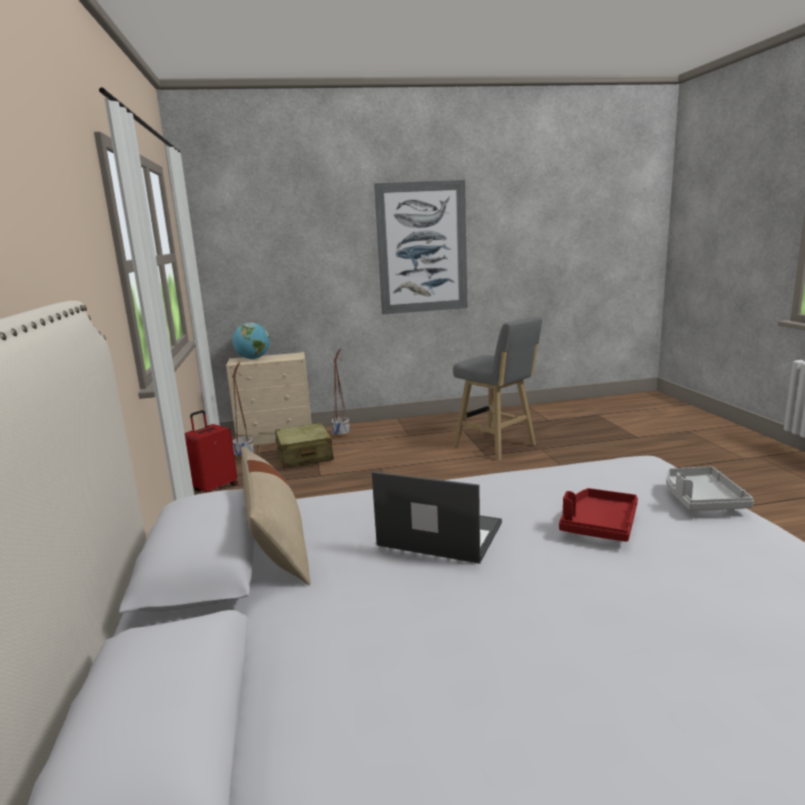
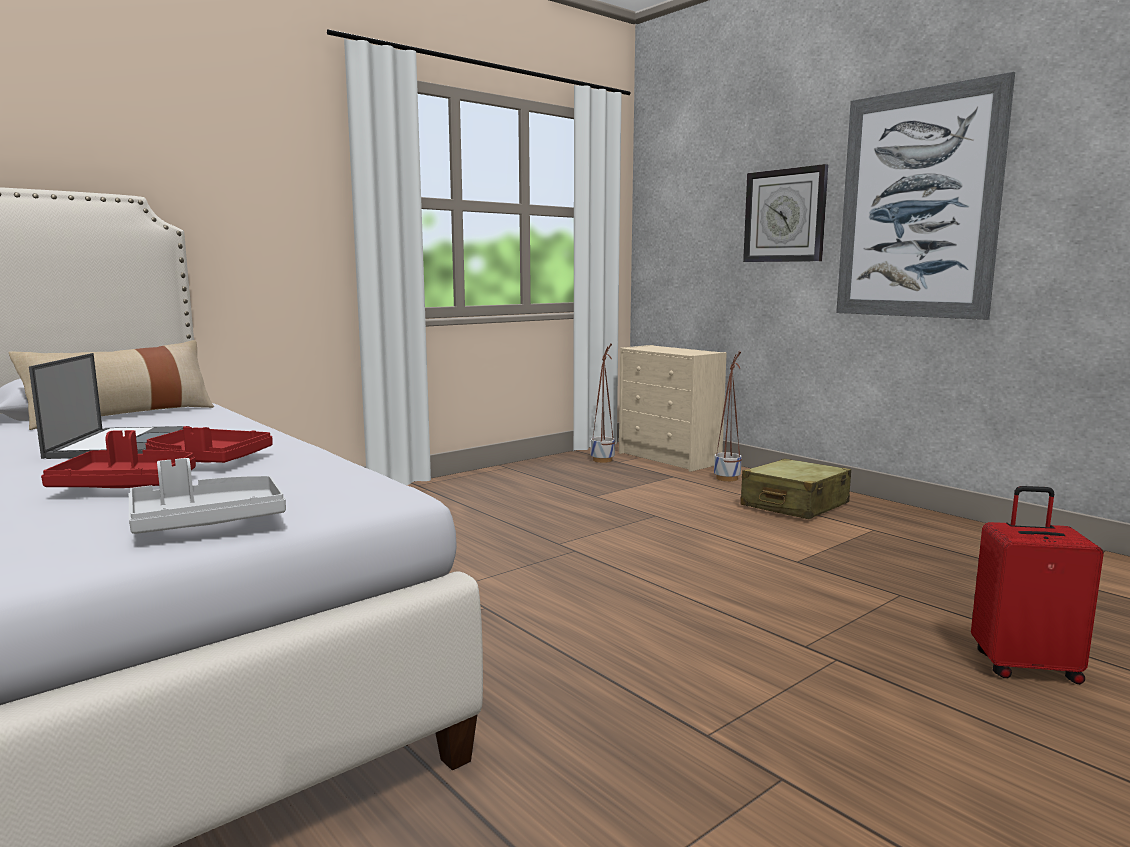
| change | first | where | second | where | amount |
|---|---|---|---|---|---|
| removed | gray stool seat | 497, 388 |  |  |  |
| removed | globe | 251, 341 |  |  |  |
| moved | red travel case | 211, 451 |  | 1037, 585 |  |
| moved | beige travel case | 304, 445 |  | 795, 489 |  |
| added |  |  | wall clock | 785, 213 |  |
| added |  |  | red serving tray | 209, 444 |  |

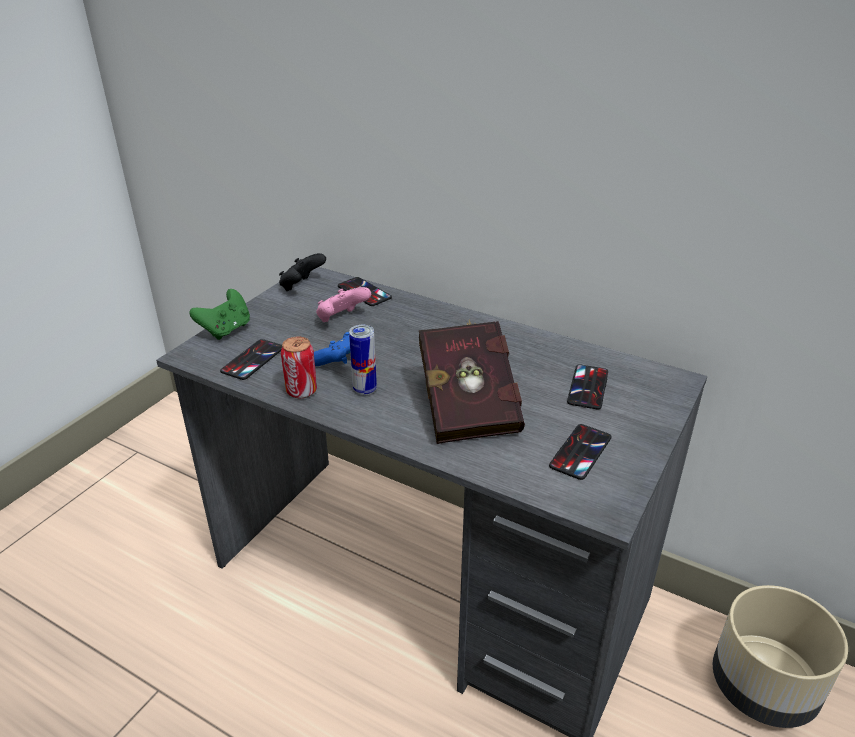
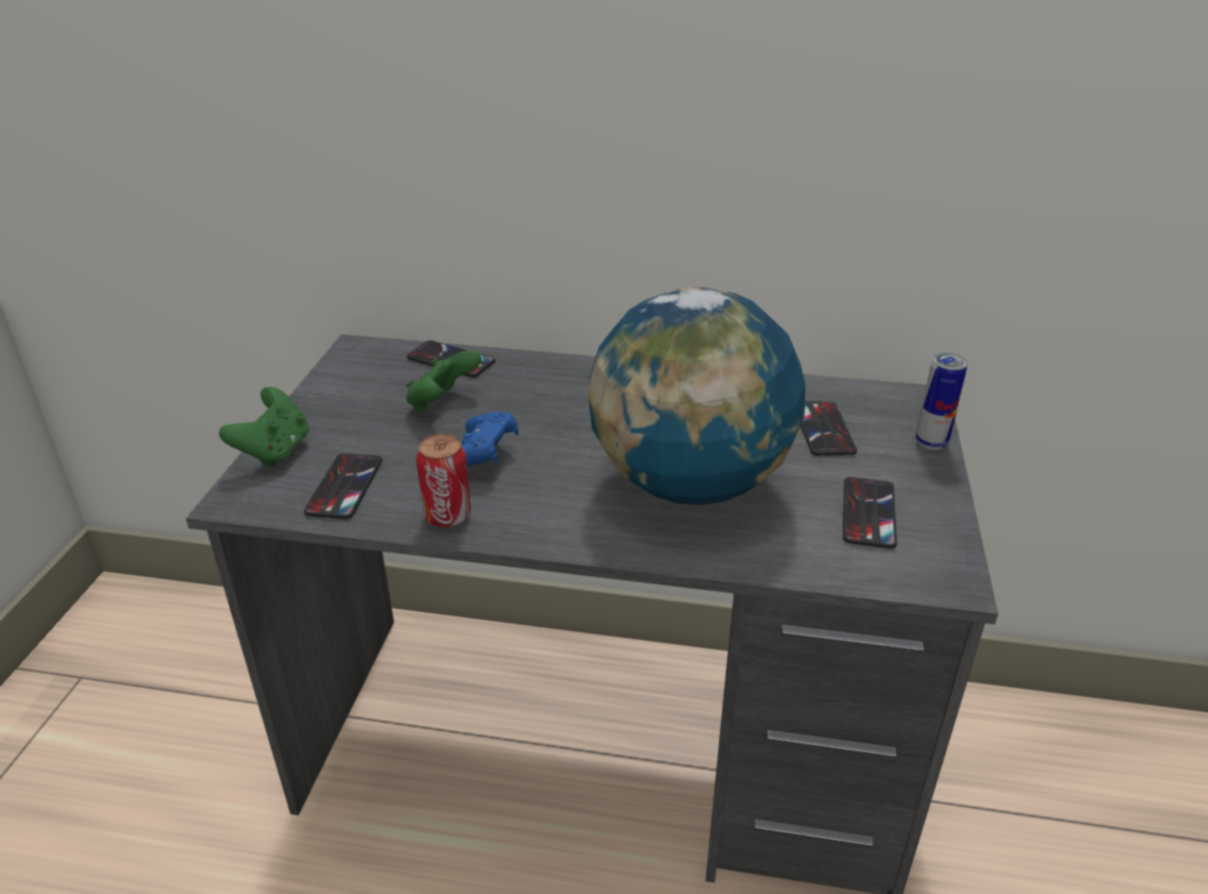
| change | first | where | second | where | amount |
|---|---|---|---|---|---|
| removed | black-coloured game controller | 302, 272 |  |  |  |
| recoloured | pink game controller | 343, 304 | green-coloured game controller | 443, 381 |  |
| replaced | red volume | 472, 381 | globe | 696, 396 |  |
| moved | sealed can | 363, 360 |  | 942, 401 |  |
| removed | beige planter | 780, 656 |  |  |  |

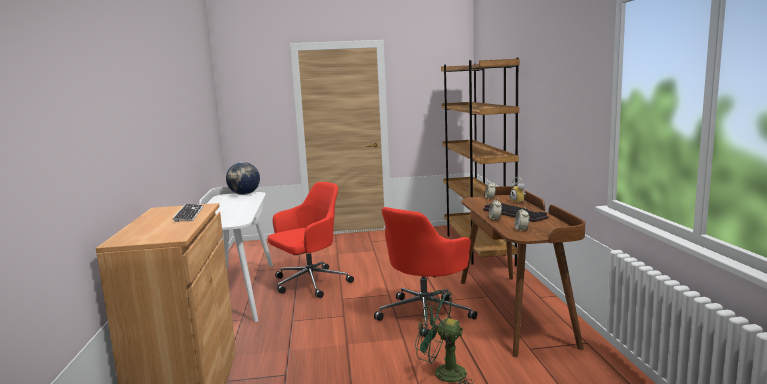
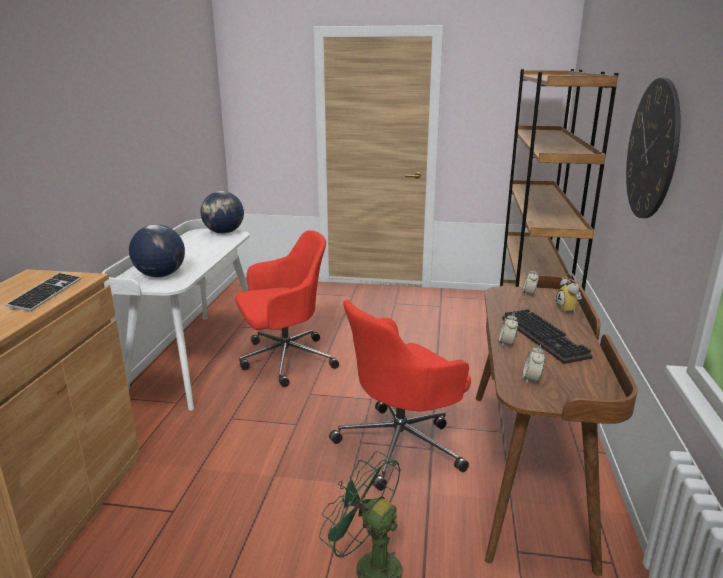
| change | first | where | second | where | amount |
|---|---|---|---|---|---|
| added |  |  | wall clock | 653, 148 |  |
| added |  |  | globe | 157, 250 |  |

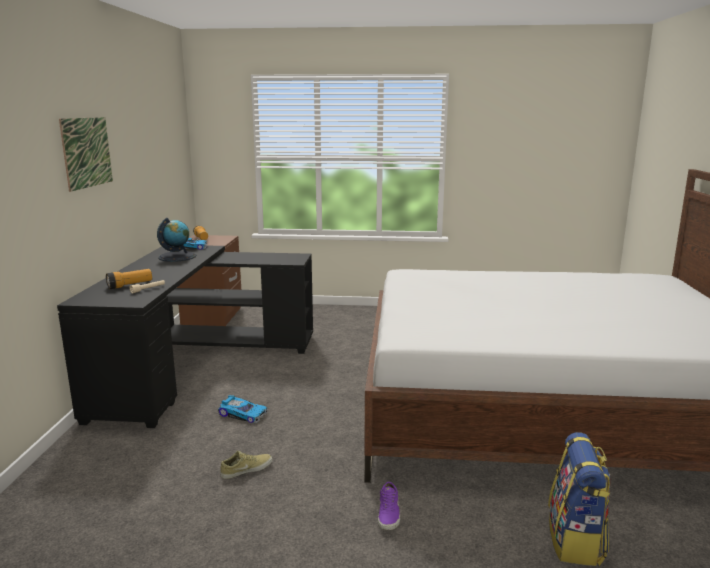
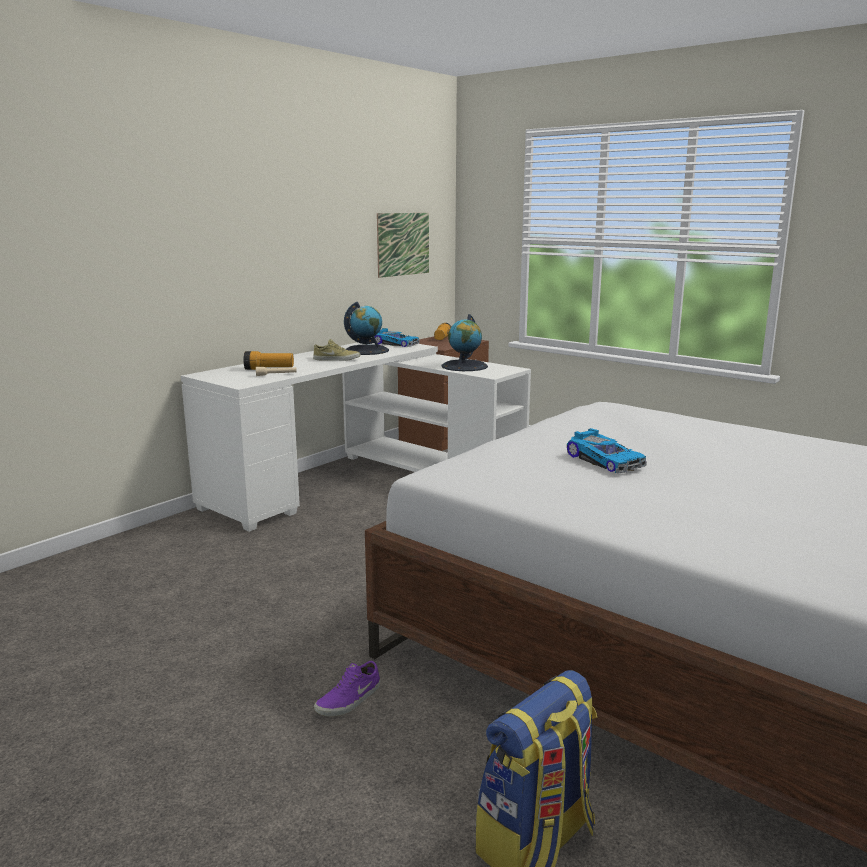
| change | first | where | second | where | amount |
|---|---|---|---|---|---|
| moved | wall art | 86, 154 |  | 403, 245 |  |
| recoloured | black-coloured desk | 185, 337 | white desk | 356, 437 |  |
| moved | toy car | 243, 409 |  | 607, 451 |  |
| moved | beige low shoe | 246, 465 |  | 337, 350 |  |
| added |  |  | globe | 465, 342 |  |

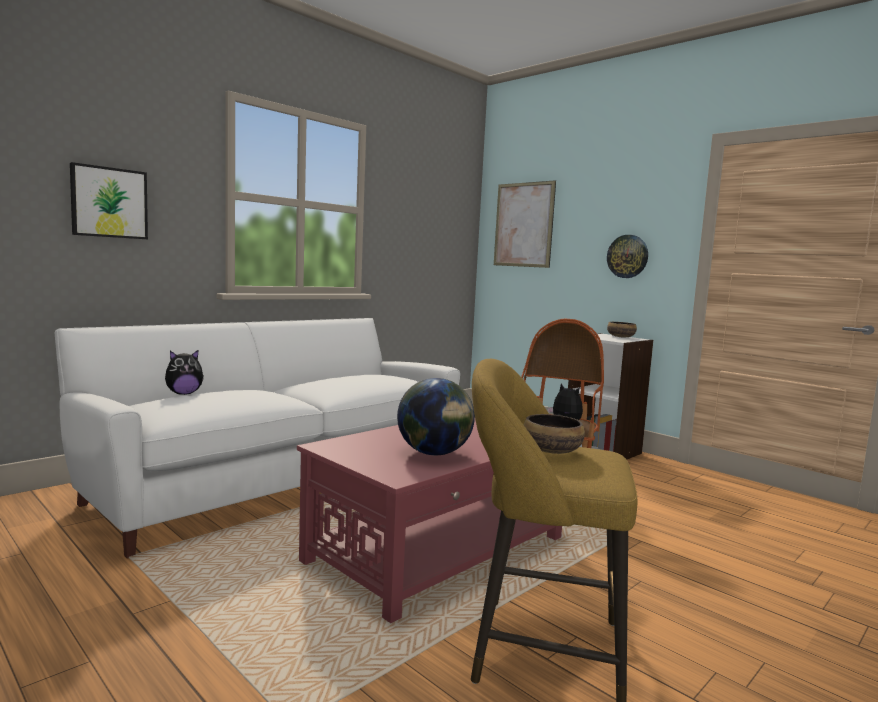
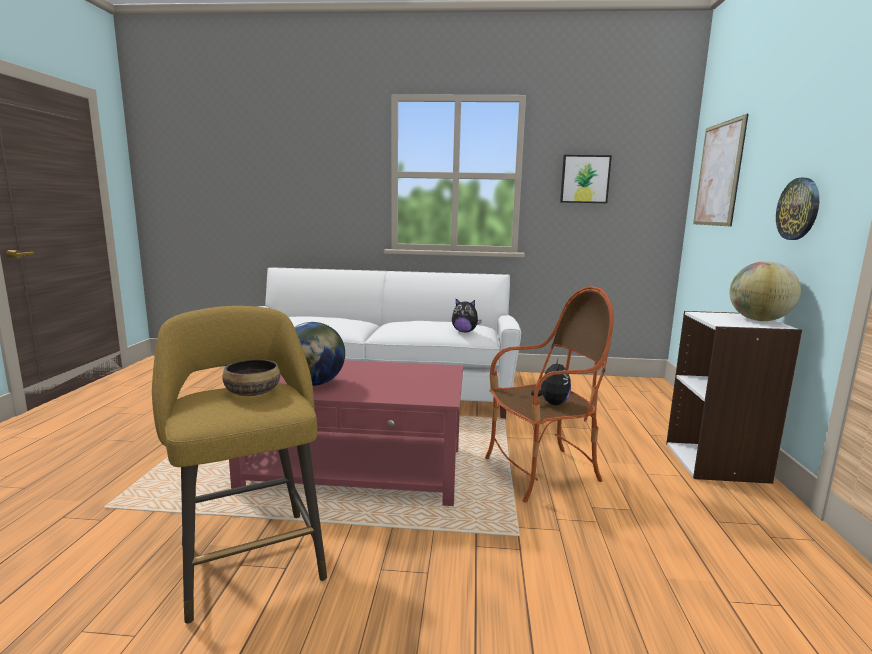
| change | first | where | second | where | amount |
|---|---|---|---|---|---|
| moved | wall art | 109, 200 |  | 586, 179 |  |
| replaced | bowl | 622, 329 | globe | 765, 291 |  |
| moved | plush toy | 184, 372 |  | 467, 315 |  |

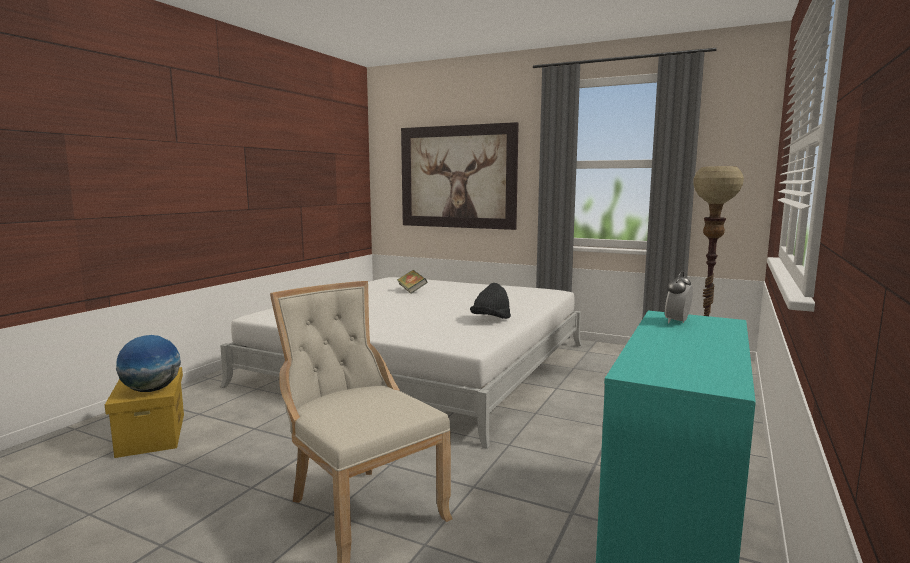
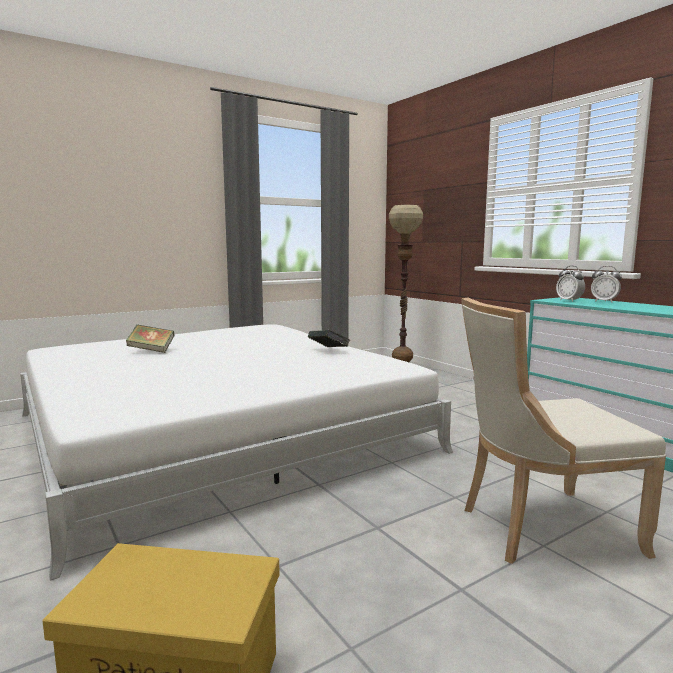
| change | first | where | second | where | amount |
|---|---|---|---|---|---|
| removed | wall art | 460, 176 |  |  |  |
| replaced | black-coloured wearable hat | 490, 301 | volume | 329, 338 |  |
| removed | globe | 148, 363 |  |  |  |
| added |  |  | bedside clock | 606, 284 |  |

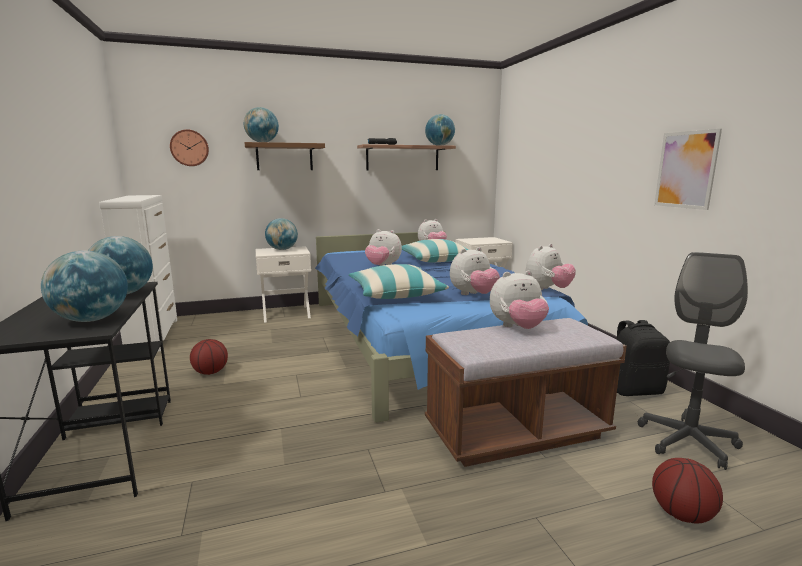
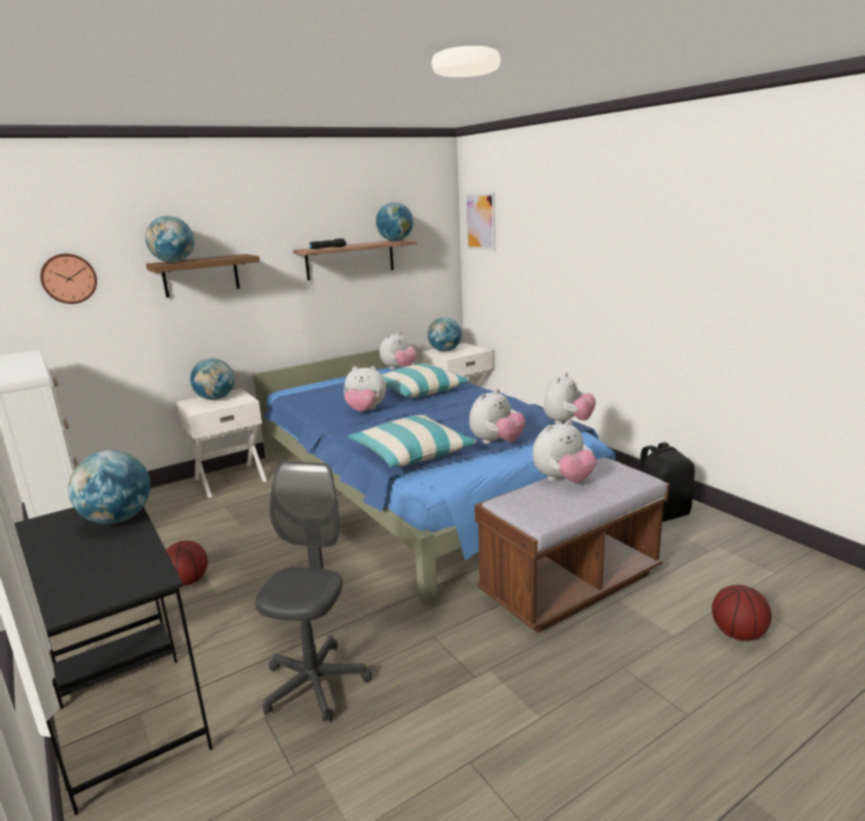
| change | first | where | second | where | amount |
|---|---|---|---|---|---|
| moved | wall art | 688, 169 |  | 480, 222 |  |
| moved | globe | 84, 286 |  | 445, 334 |  |
| moved | gray computer chair | 693, 361 |  | 313, 591 |  |

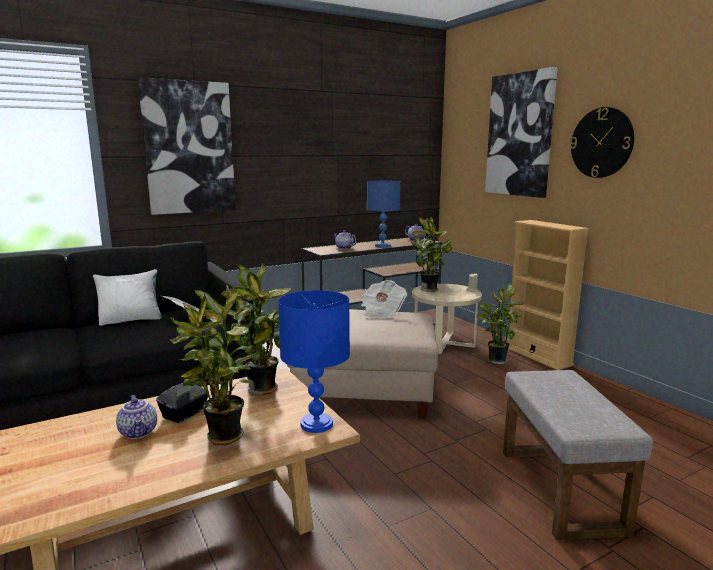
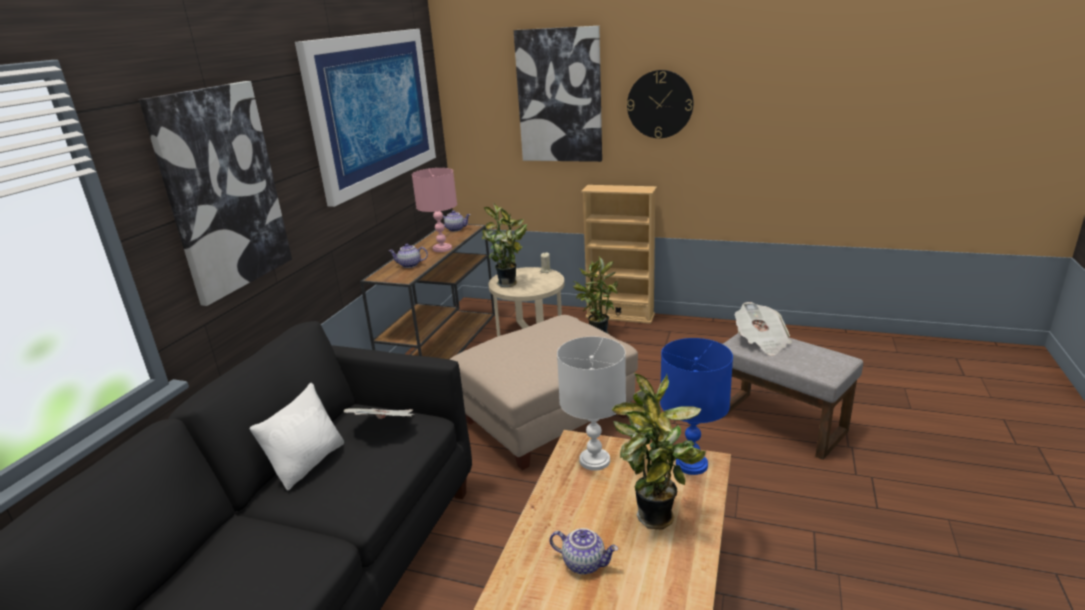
| change | first | where | second | where | amount |
|---|---|---|---|---|---|
| recoloured | blue table lamp | 383, 213 | pink table lamp | 434, 210 |  |
| replaced | houseplant | 256, 329 | white table lamp | 591, 404 |  |
| moved | daily paper | 384, 299 |  | 763, 329 |  |
| removed | black-coloured tissue holder | 182, 403 |  |  |  |
| added |  |  | wall art | 365, 118 |  |

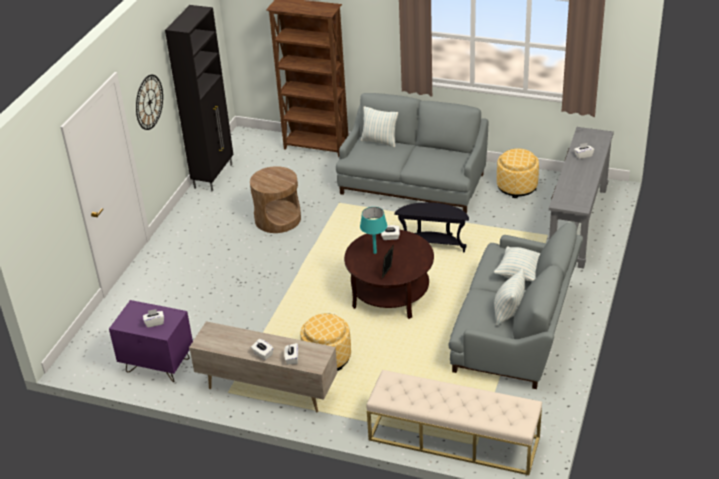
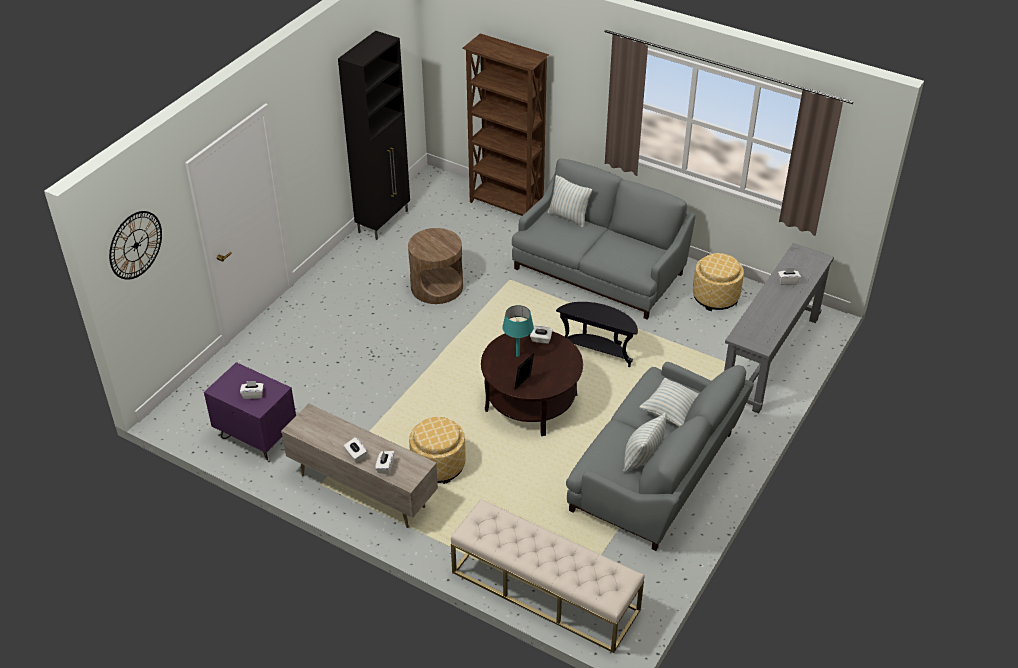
| change | first | where | second | where | amount |
|---|---|---|---|---|---|
| moved | wall clock | 149, 102 |  | 135, 245 |  |

